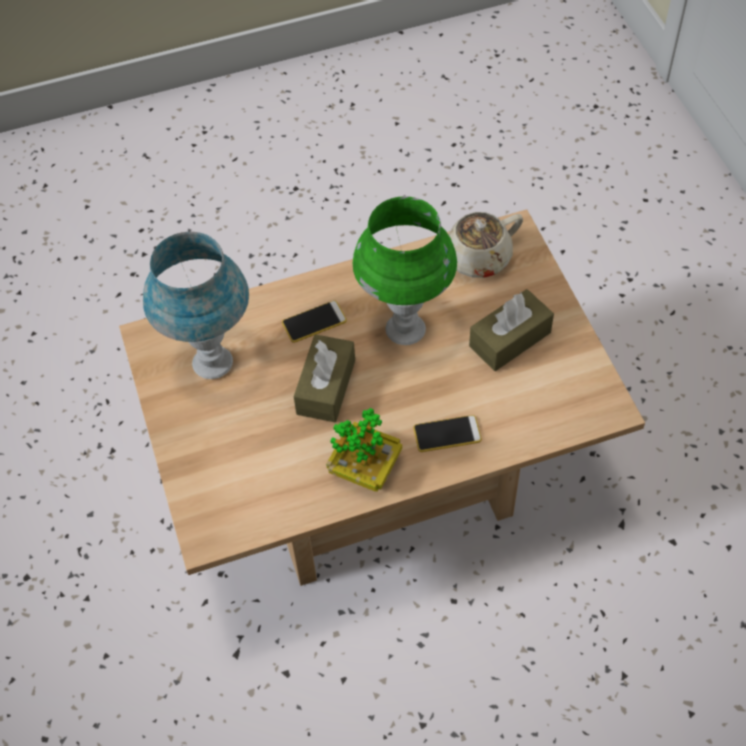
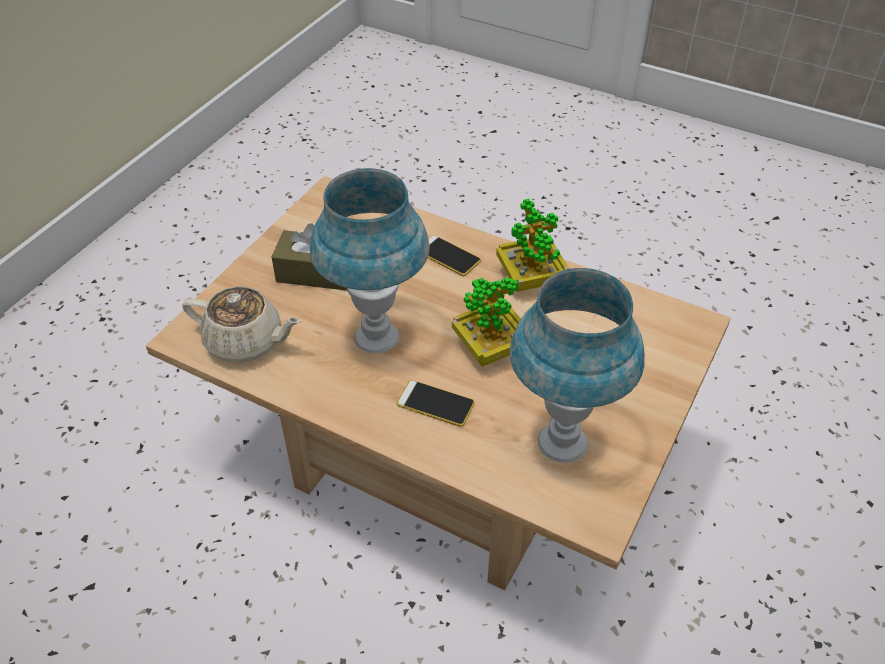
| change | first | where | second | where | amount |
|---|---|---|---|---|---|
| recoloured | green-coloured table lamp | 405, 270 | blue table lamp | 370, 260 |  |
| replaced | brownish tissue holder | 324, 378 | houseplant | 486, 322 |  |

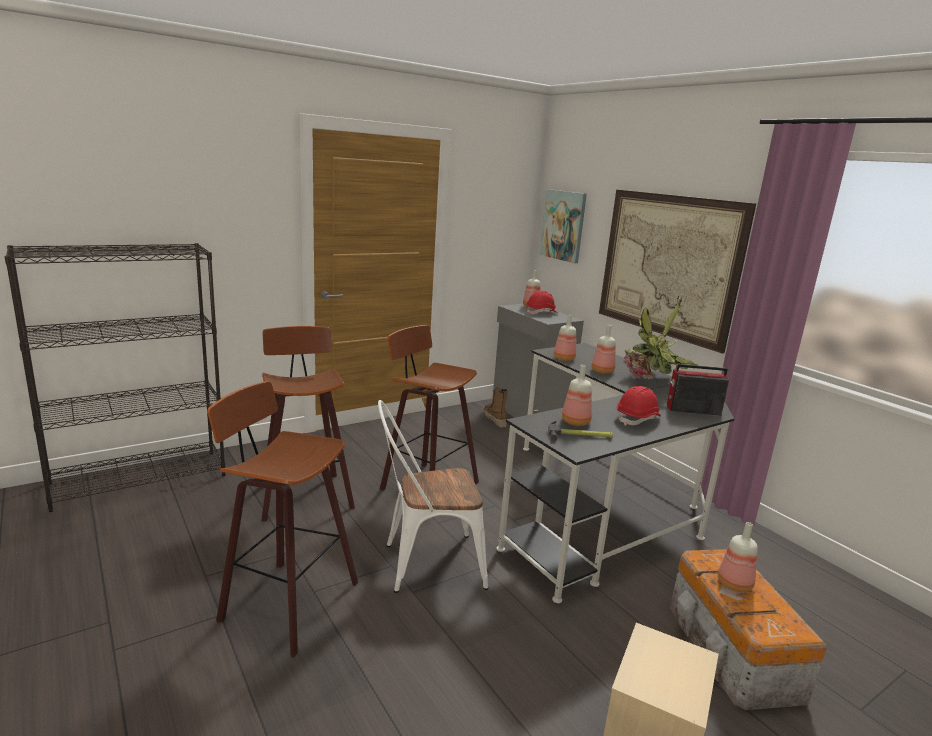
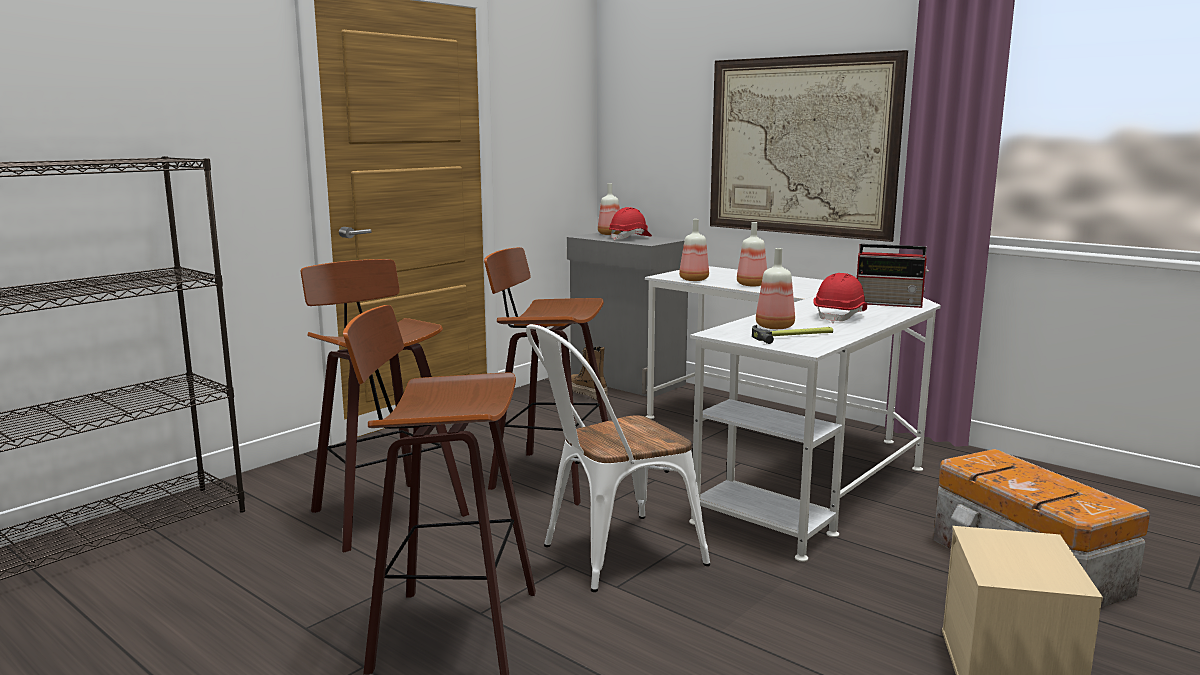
| change | first | where | second | where | amount |
|---|---|---|---|---|---|
| removed | wall art | 563, 226 |  |  |  |
| removed | houseplant | 661, 337 |  |  |  |
| recoloured | black-coloured desk | 615, 473 | white desk | 793, 414 |  |
| turned | radio | 698, 390 |  | 893, 276 | 150 degrees counterclockwise |
| removed | bottle | 738, 557 |  |  |  |

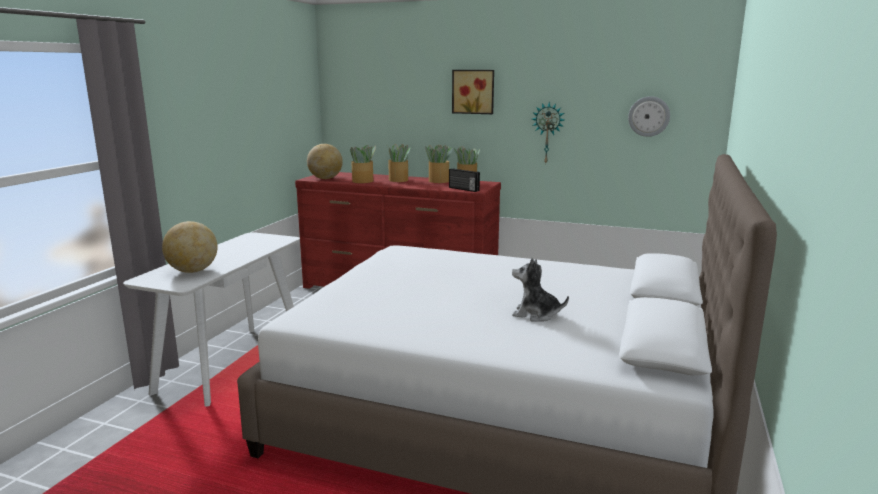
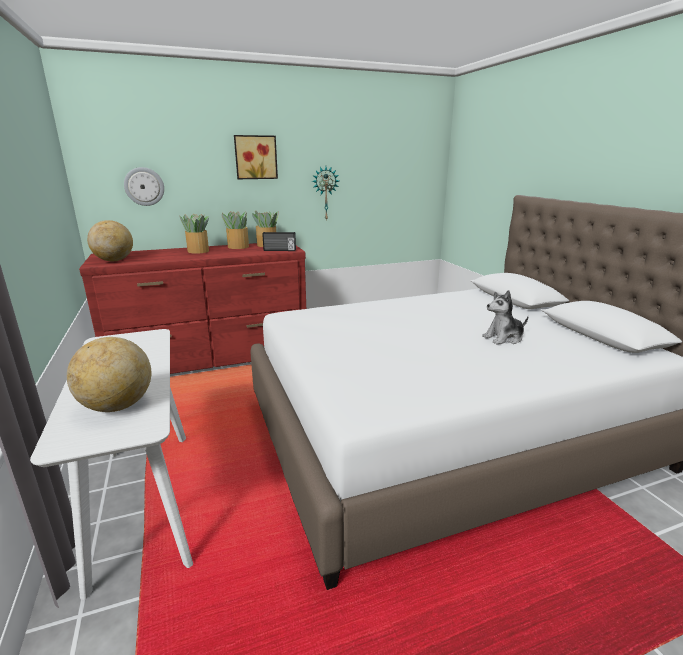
| change | first | where | second | where | amount |
|---|---|---|---|---|---|
| moved | wall clock | 649, 116 |  | 144, 186 |  |
| removed | houseplant | 363, 164 |  |  |  |

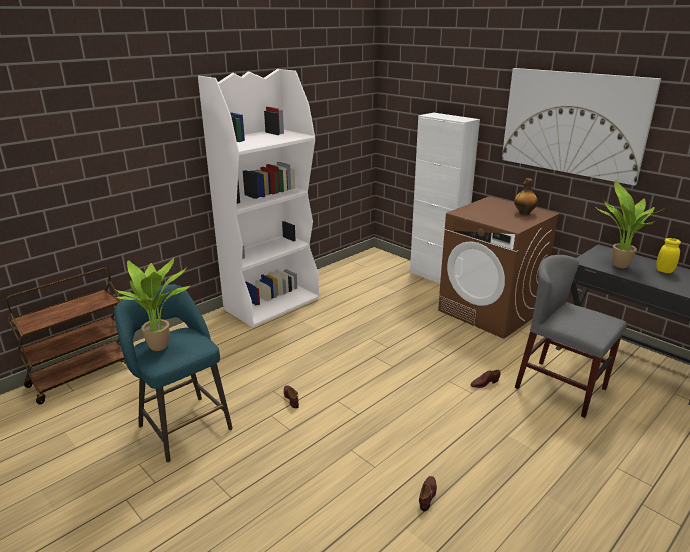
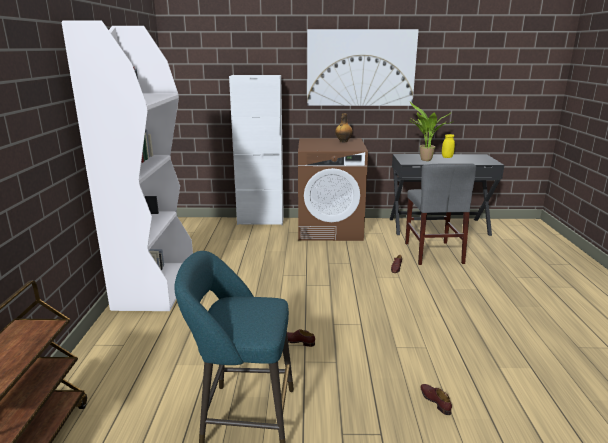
| change | first | where | second | where | amount |
|---|---|---|---|---|---|
| turned | gray plain chair | 571, 336 |  | 440, 214 | 90 degrees counterclockwise |
| removed | houseplant | 152, 304 |  |  |  |
| moved | brownish low shoe | 428, 494 |  | 436, 399 |  |

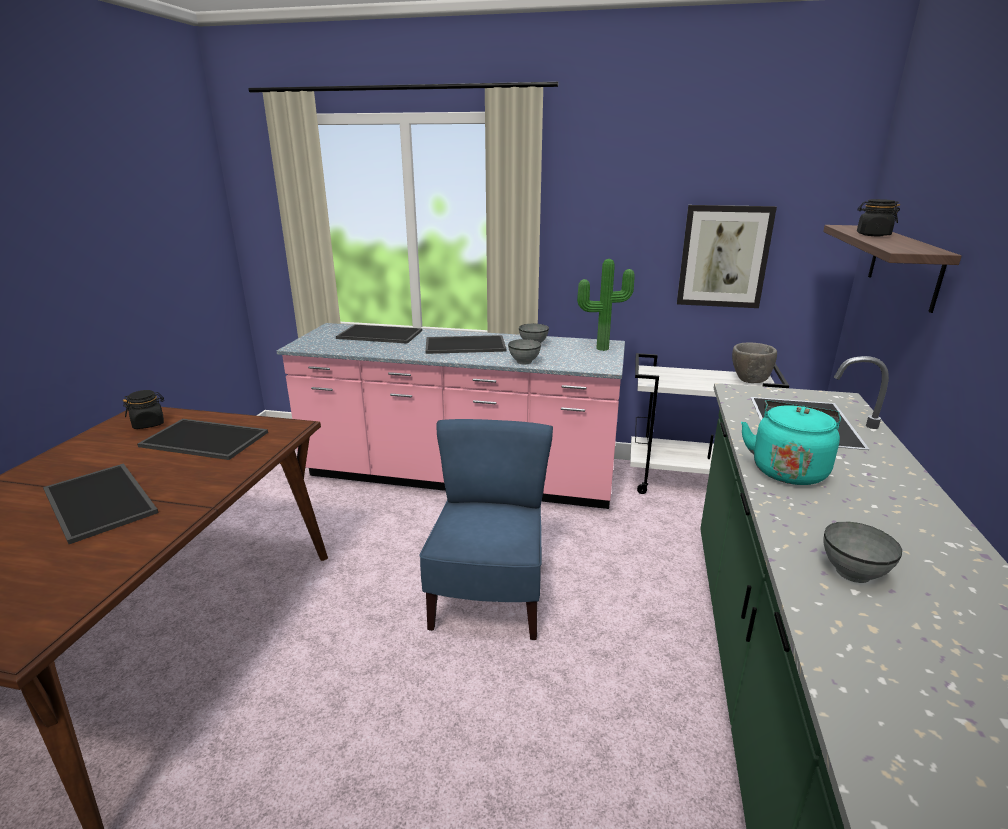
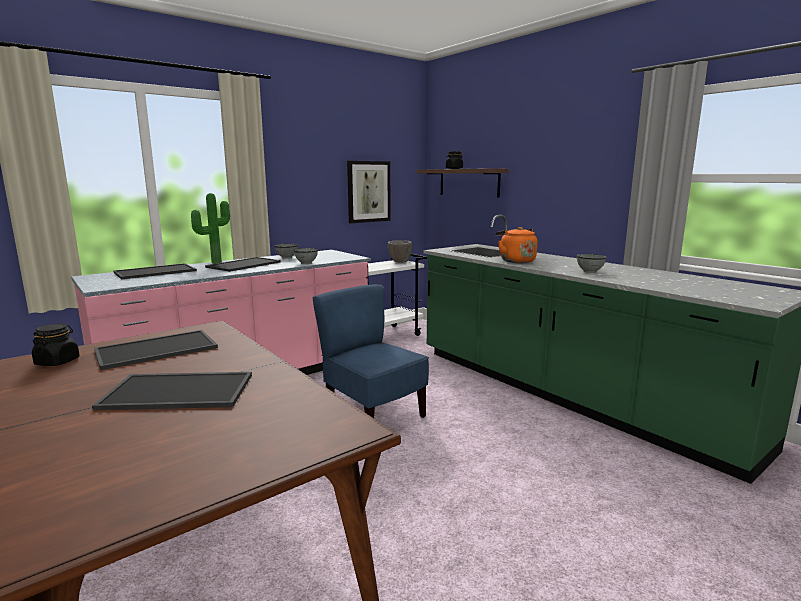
| change | first | where | second | where | amount |
|---|---|---|---|---|---|
| moved | houseplant | 606, 305 |  | 210, 228 |  |
| recoloured | blue-green kettle | 791, 442 | orangey kettle | 516, 245 |  |

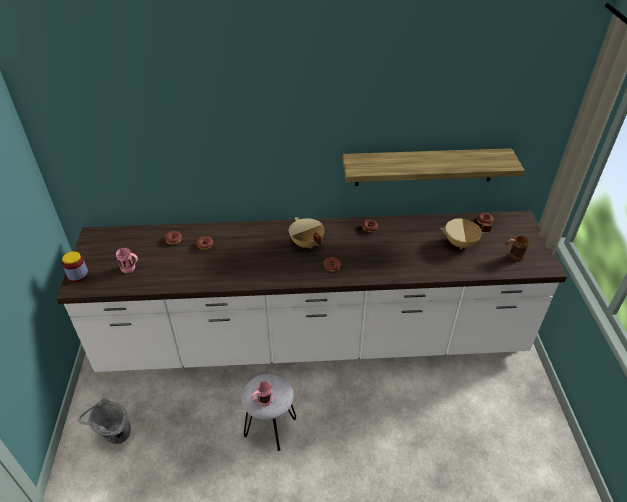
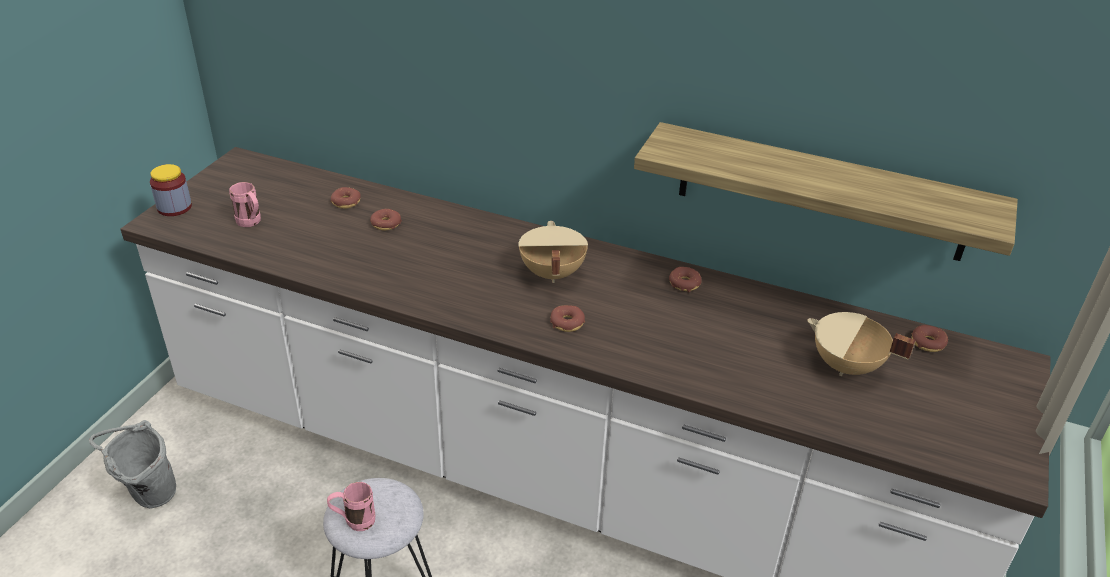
| change | first | where | second | where | amount |
|---|---|---|---|---|---|
| removed | brownish mug | 517, 248 |  |  |  |

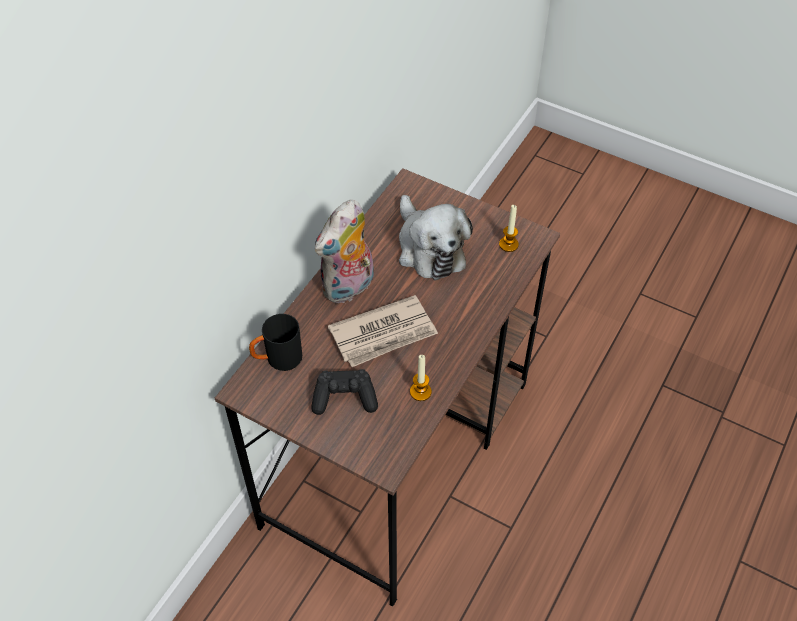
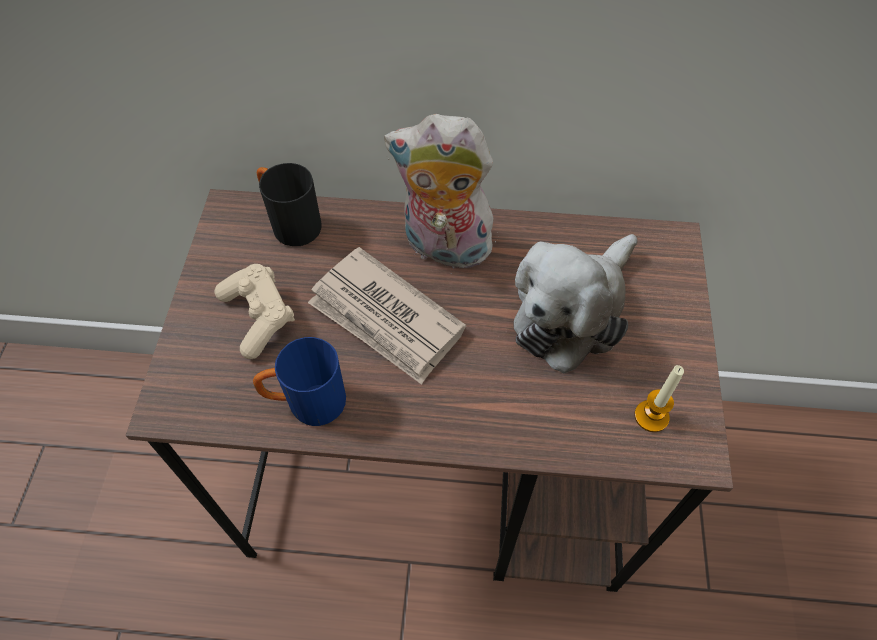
| change | first | where | second | where | amount |
|---|---|---|---|---|---|
| replaced | wax candle | 421, 378 | blue mug | 299, 381 |  |
| recoloured | black-coloured game controller | 344, 392 | beige game controller | 255, 311 |  |

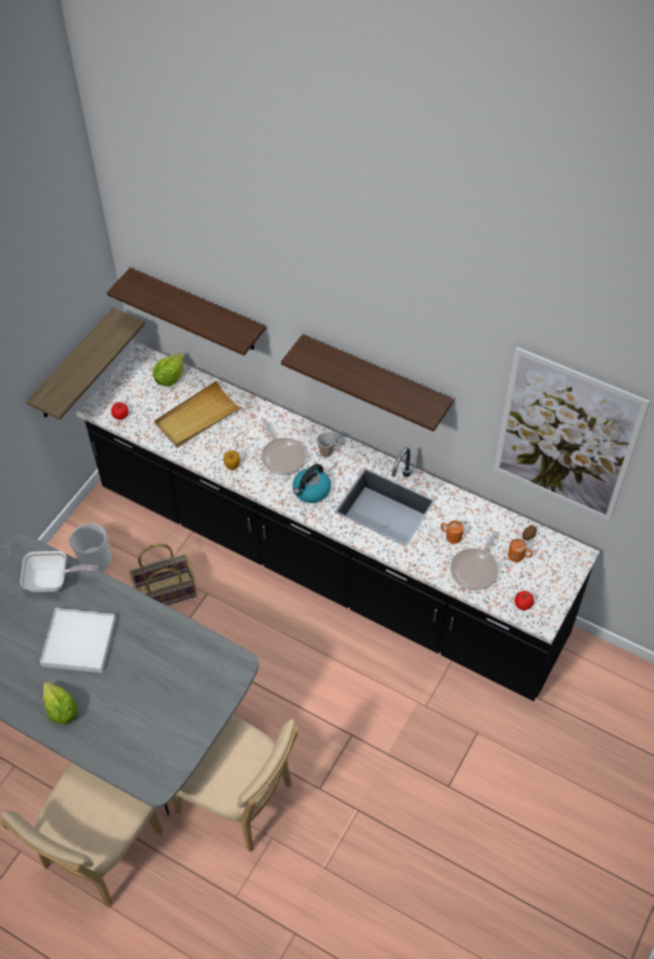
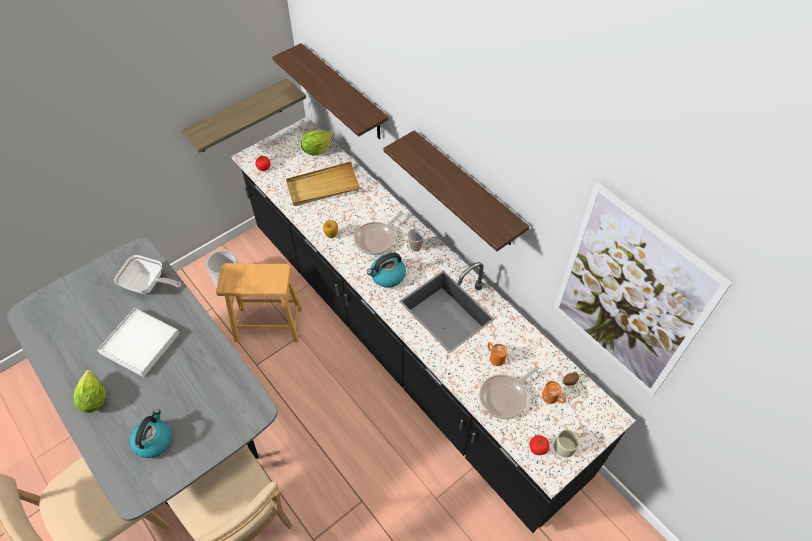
| change | first | where | second | where | amount |
|---|---|---|---|---|---|
| turned | skillet | 283, 448 |  | 378, 233 | 45 degrees clockwise |
| replaced | basket | 163, 574 | brownish stool seat | 259, 302 |  |
| added |  |  | kettle | 151, 433 |  |
| added |  |  | beige mug | 567, 442 |  |

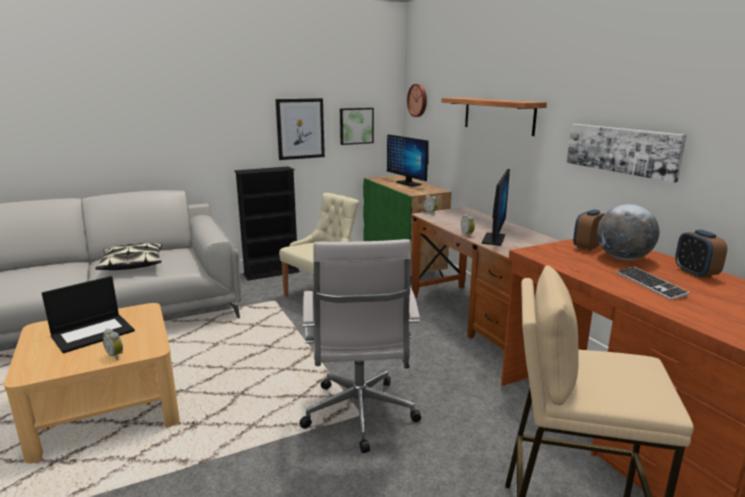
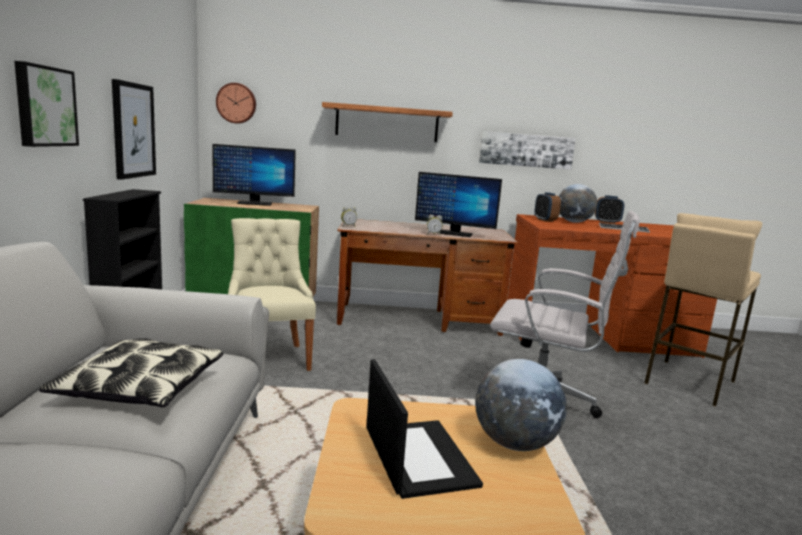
| change | first | where | second | where | amount |
|---|---|---|---|---|---|
| moved | wall art | 357, 126 |  | 46, 104 |  |
| turned | computer display | 496, 207 |  | 458, 204 | 150 degrees clockwise |
| replaced | bedside clock | 113, 344 | globe | 521, 405 |  |

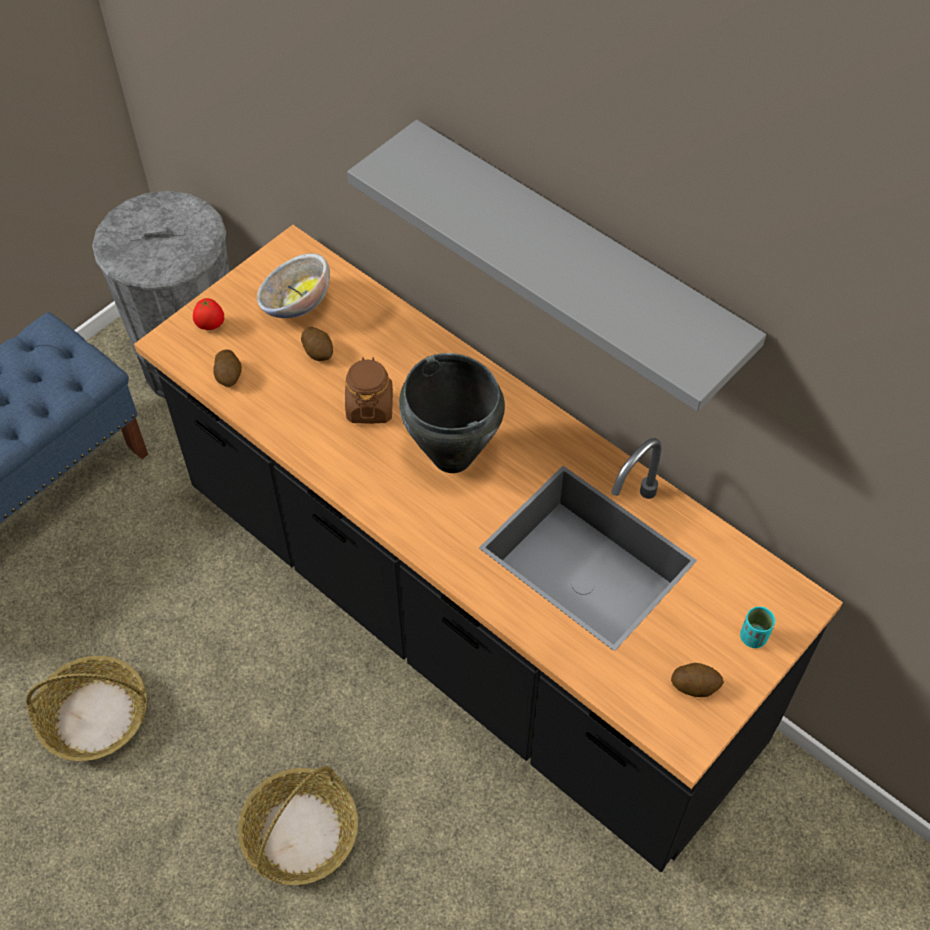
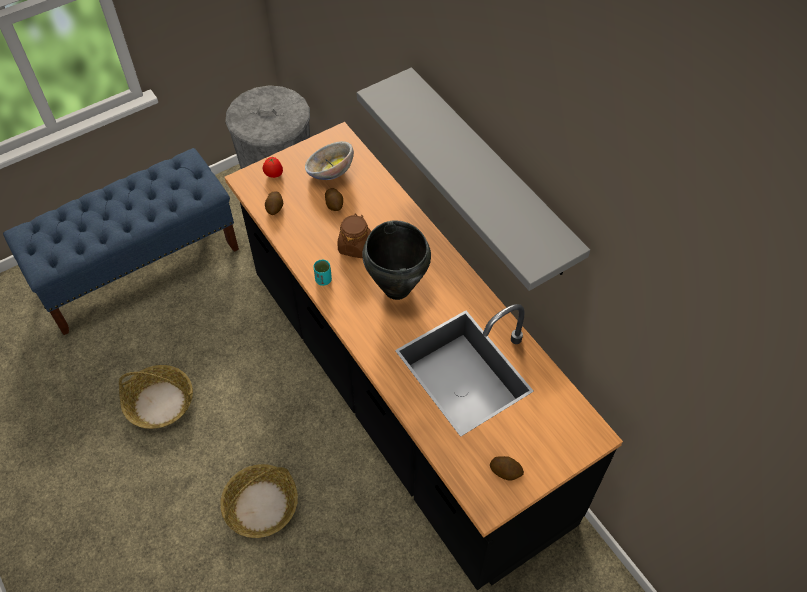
| change | first | where | second | where | amount |
|---|---|---|---|---|---|
| moved | blue-green cup | 757, 627 |  | 322, 273 |  |

